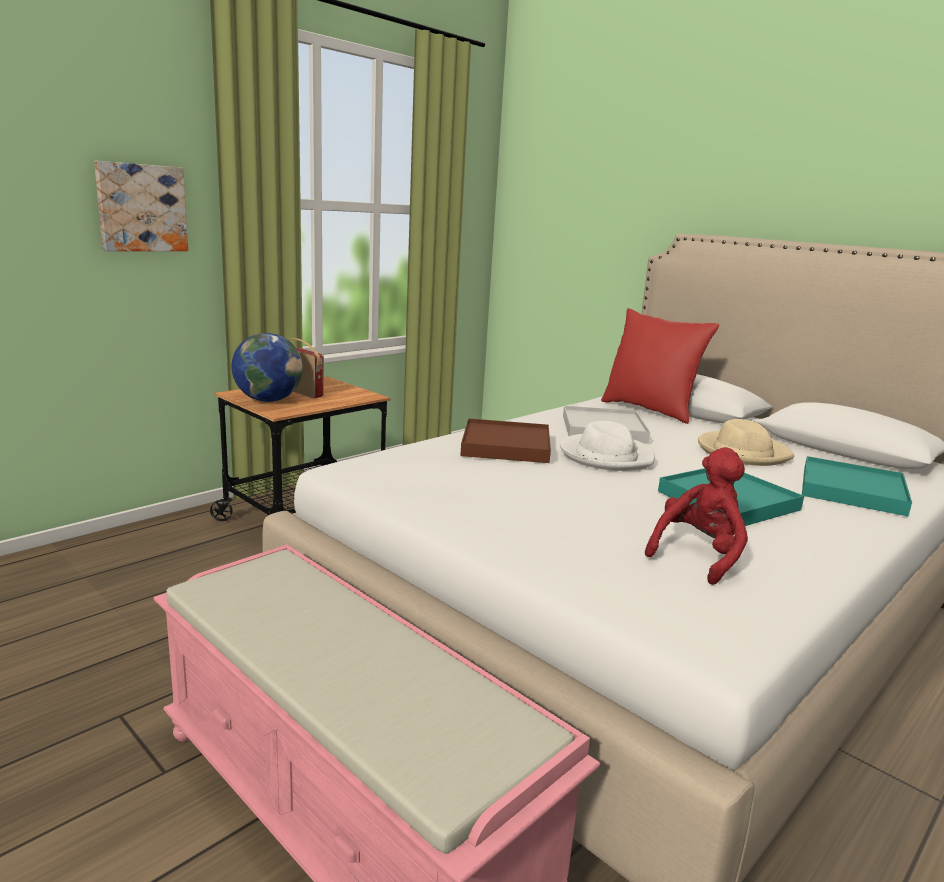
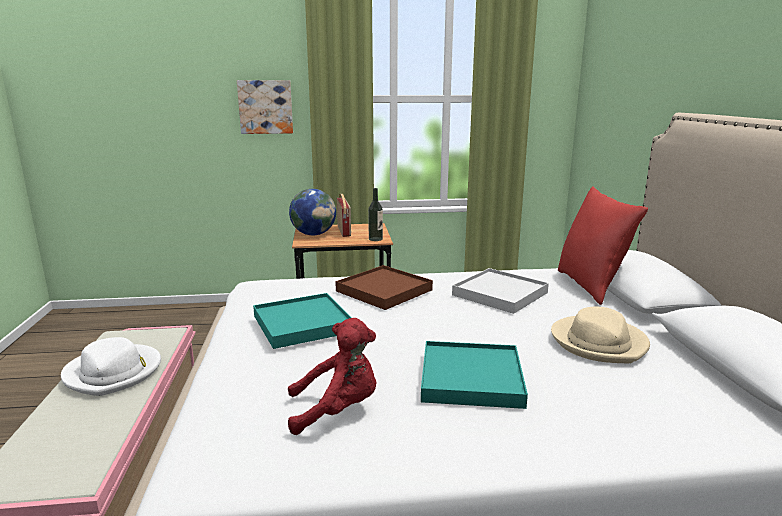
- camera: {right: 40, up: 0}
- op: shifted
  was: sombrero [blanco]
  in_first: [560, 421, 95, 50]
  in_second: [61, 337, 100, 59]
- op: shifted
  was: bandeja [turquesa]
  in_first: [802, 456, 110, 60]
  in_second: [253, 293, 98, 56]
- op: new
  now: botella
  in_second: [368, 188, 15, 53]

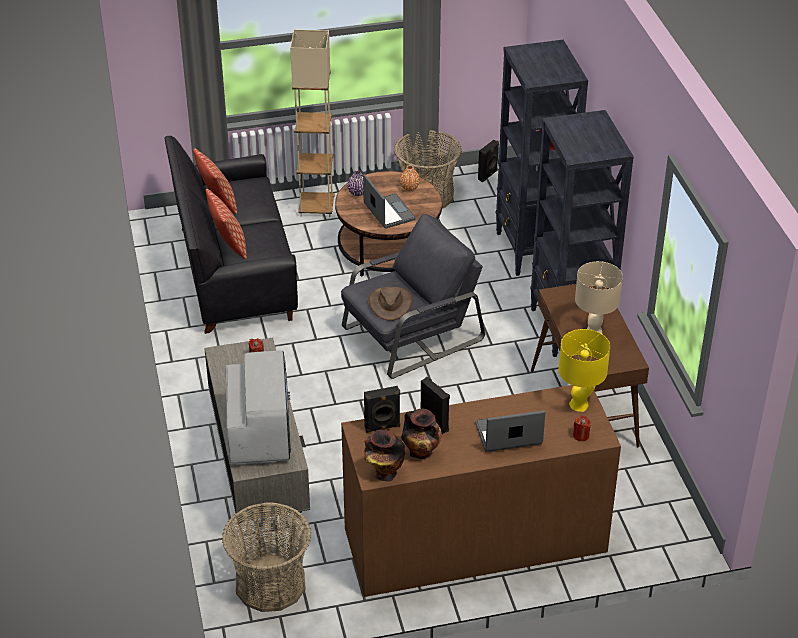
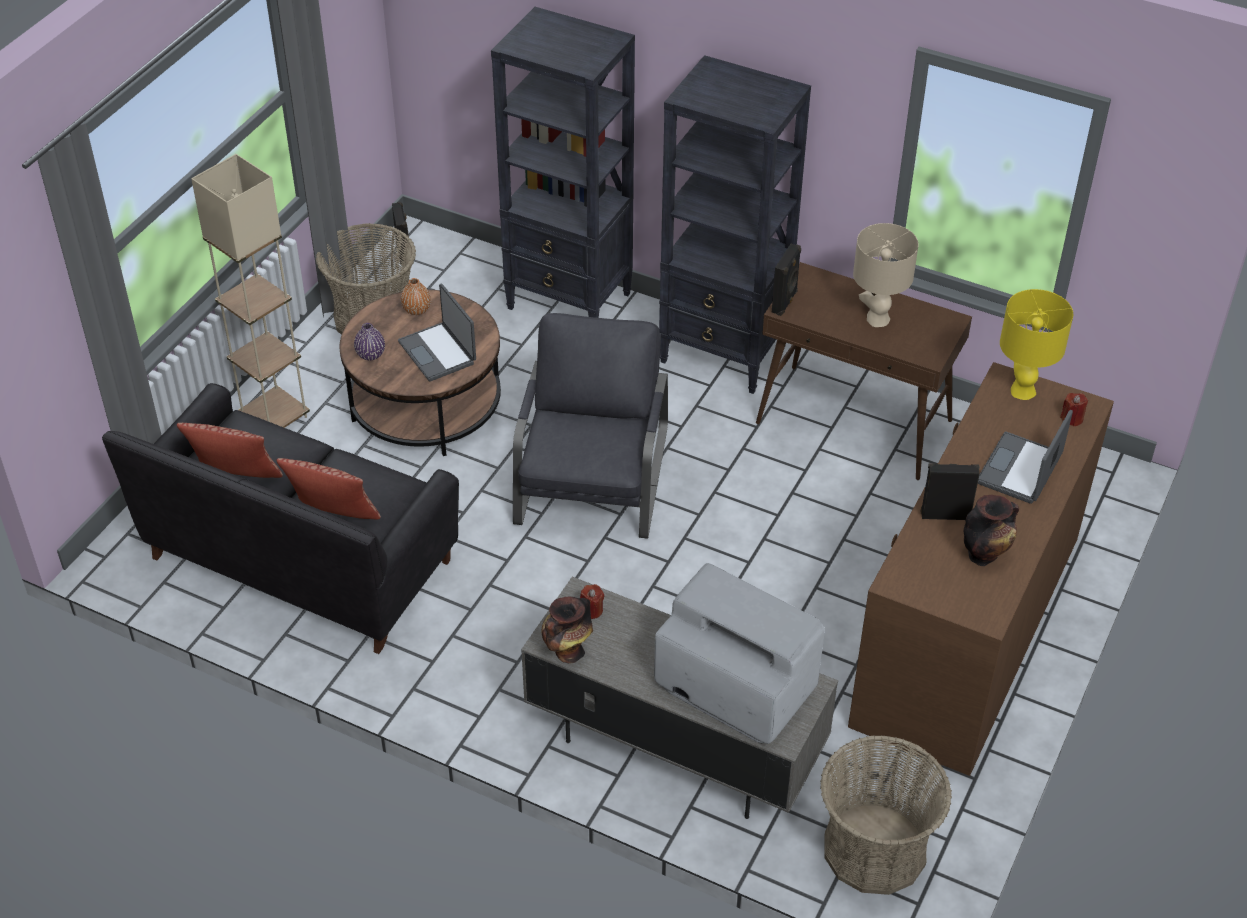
- camera: {right: -50, up: 5}
- op: rotated
  was: portátil
  in_first: [363, 174, 53, 55]
  in_second: [398, 284, 78, 97]
  clockwise: -135
- op: gone
  was: sombrero [marrón]
  in_first: [369, 287, 43, 34]
- op: shifted
  was: altavoz [negro]
  in_first: [364, 386, 36, 47]
  in_second: [772, 244, 29, 72]
- op: shifted
  was: florero
  in_first: [364, 430, 41, 51]
  in_second: [542, 596, 51, 68]

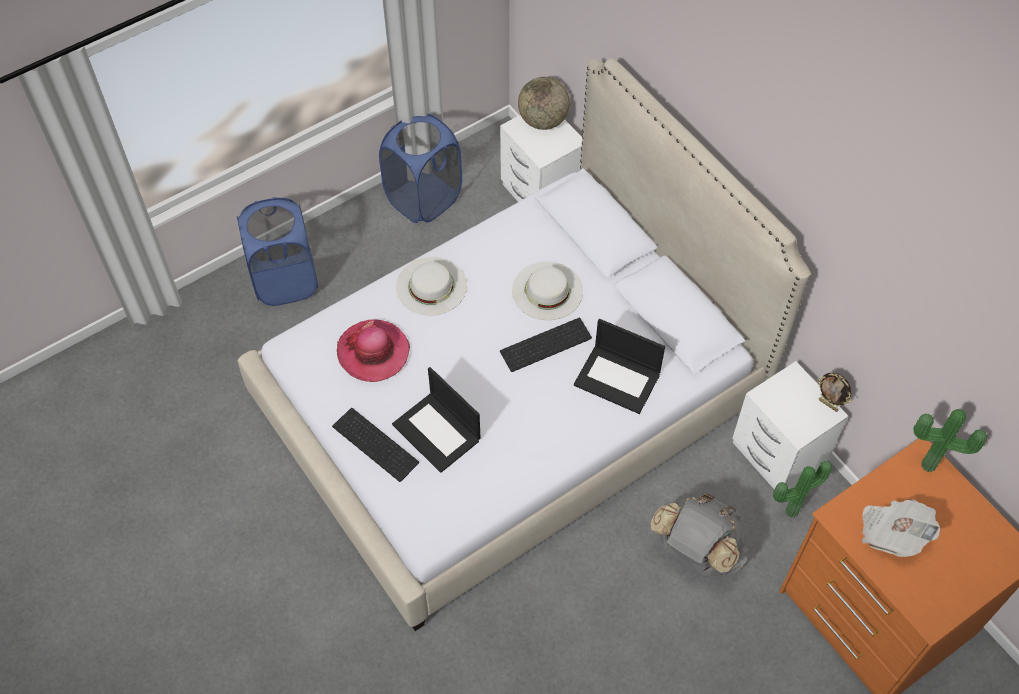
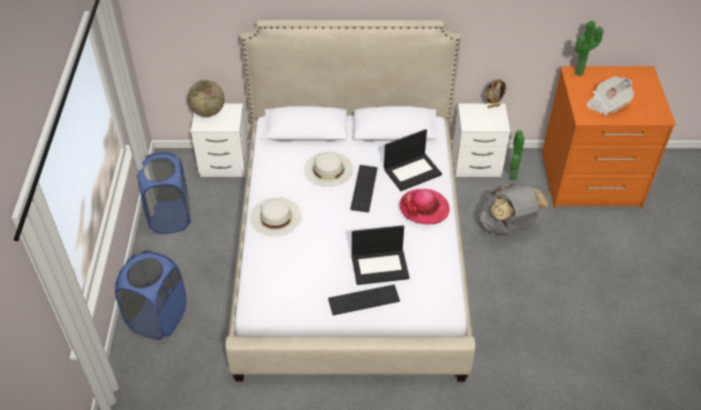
- camera: {right: -55, up: -10}
- op: shifted
  was: sombrero
  in_first: [337, 319, 73, 63]
  in_second: [400, 189, 50, 35]

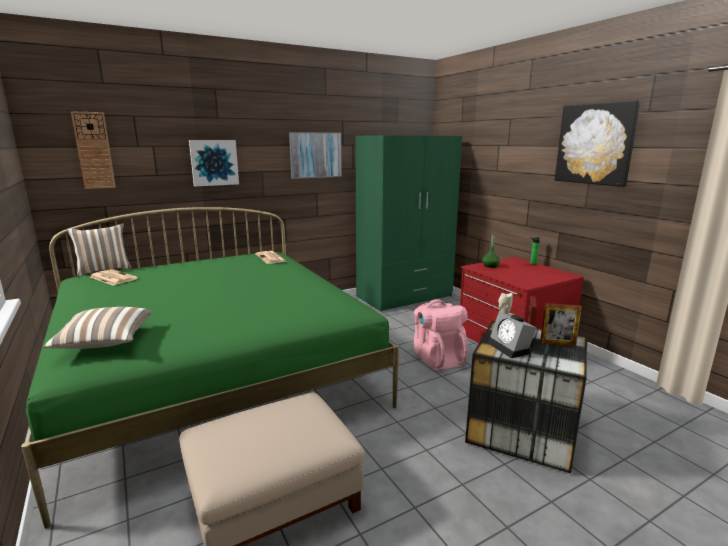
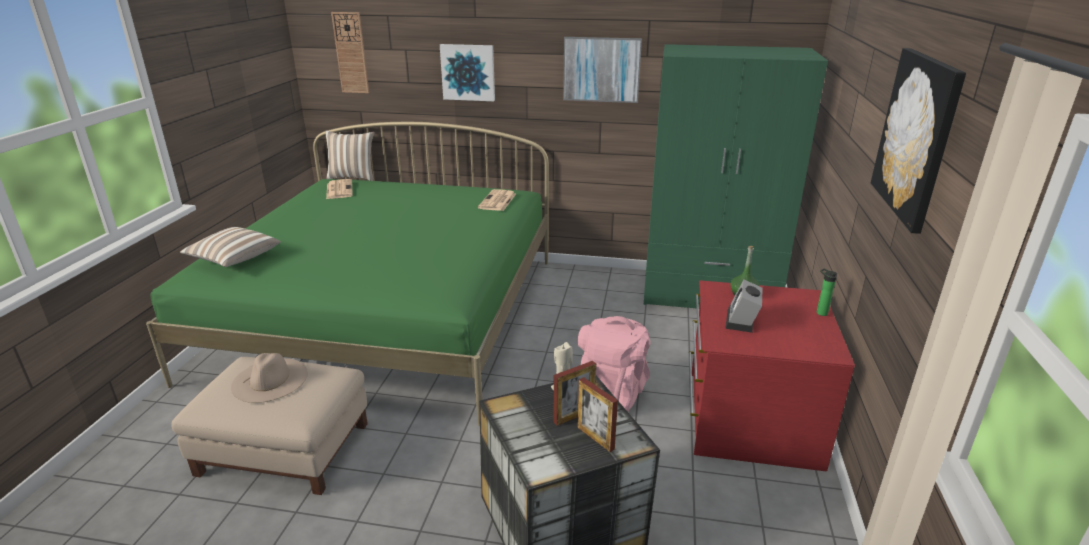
- camera: {right: 40, up: 10}
- op: shifted
  was: despertador
  in_first: [488, 312, 48, 46]
  in_second: [725, 280, 38, 53]
- op: new
  now: sombrero [beis]
  in_second: [231, 353, 77, 50]

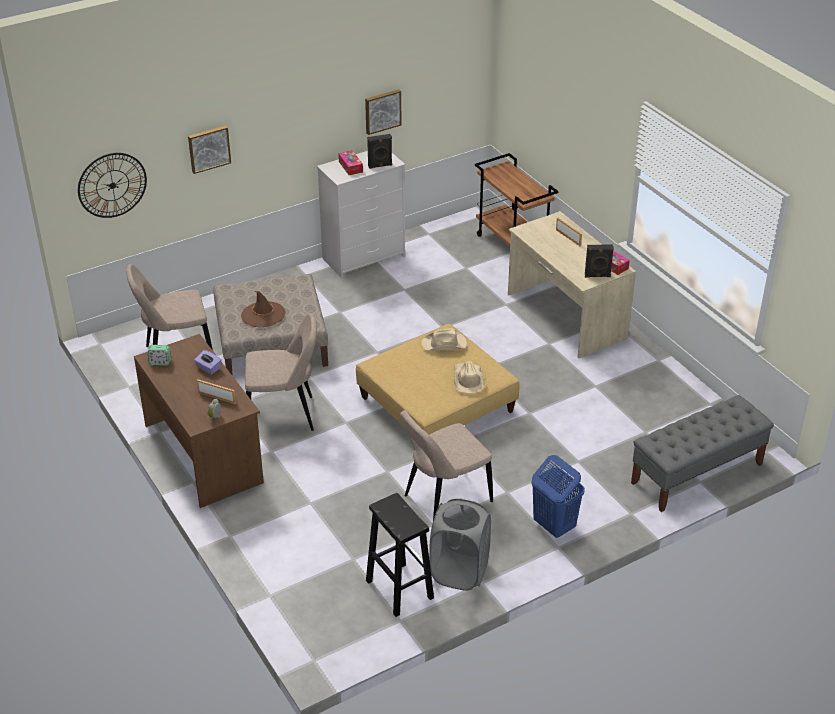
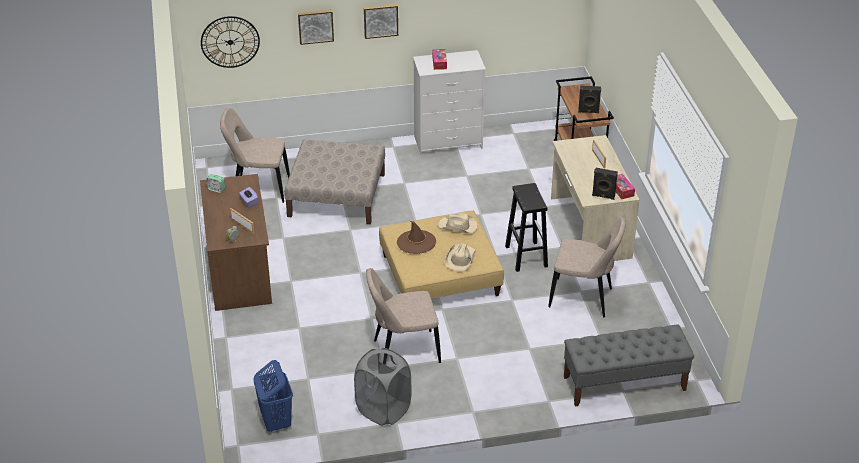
- camera: {right: 20, up: 0}
- op: shifted
  was: cuadro
  in_first: [365, 89, 36, 46]
  in_second: [364, 4, 34, 35]
- op: shifted
  was: altavoz [negro]
  in_first: [367, 134, 25, 35]
  in_second: [578, 86, 23, 27]
- op: shifted
  was: sombrero [marrón]
  in_first: [241, 291, 45, 36]
  in_second: [397, 221, 39, 33]
- op: shifted
  was: silla [beis]
  in_first: [245, 313, 72, 118]
  in_second: [548, 217, 78, 100]
- op: shifted
  was: cesto de la ropa [azul]
  in_first: [531, 455, 54, 83]
  in_second: [253, 360, 40, 72]
- op: shifted
  was: taburete [negro]
  in_first: [366, 493, 68, 124]
  in_second: [505, 183, 43, 89]

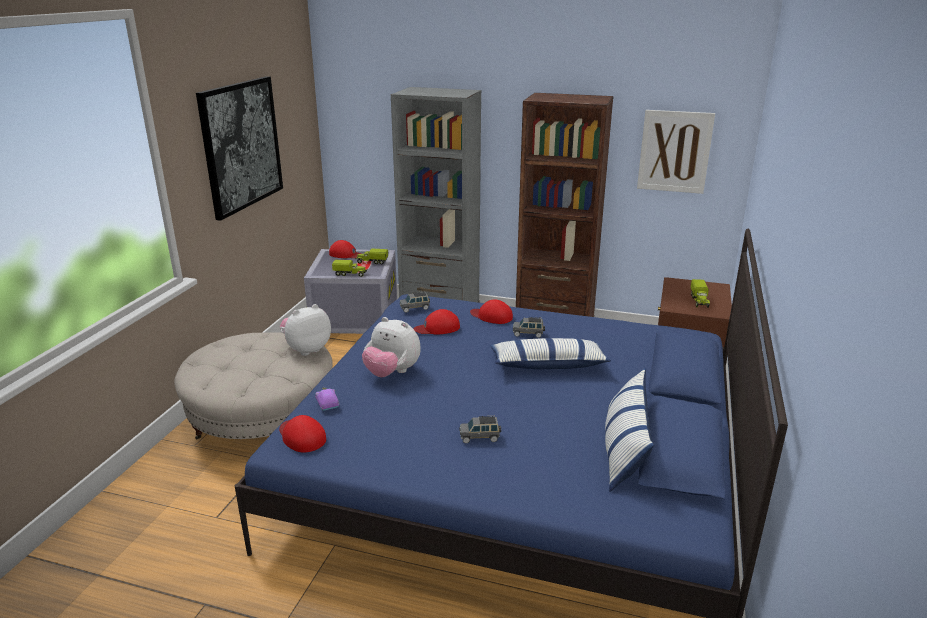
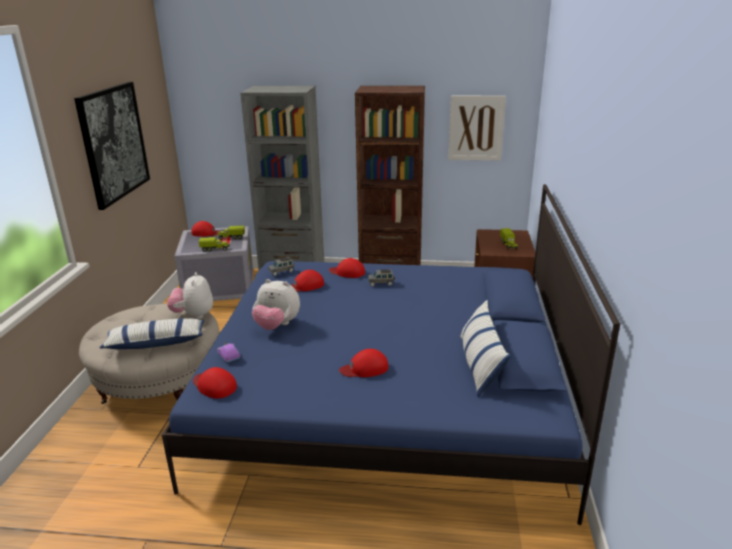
- camera: {right: -10, up: 0}
- op: rotated
  was: peluche
  in_first: [280, 304, 51, 52]
  in_second: [167, 272, 46, 47]
  clockwise: -45
- op: shifted
  was: cojín
  in_first: [491, 338, 120, 32]
  in_second: [99, 319, 105, 30]
- op: swapped
  was: coche de juguete [gris]
  now: gorra [rojo]
  in_first: [460, 416, 41, 27]
  in_second: [339, 349, 49, 28]

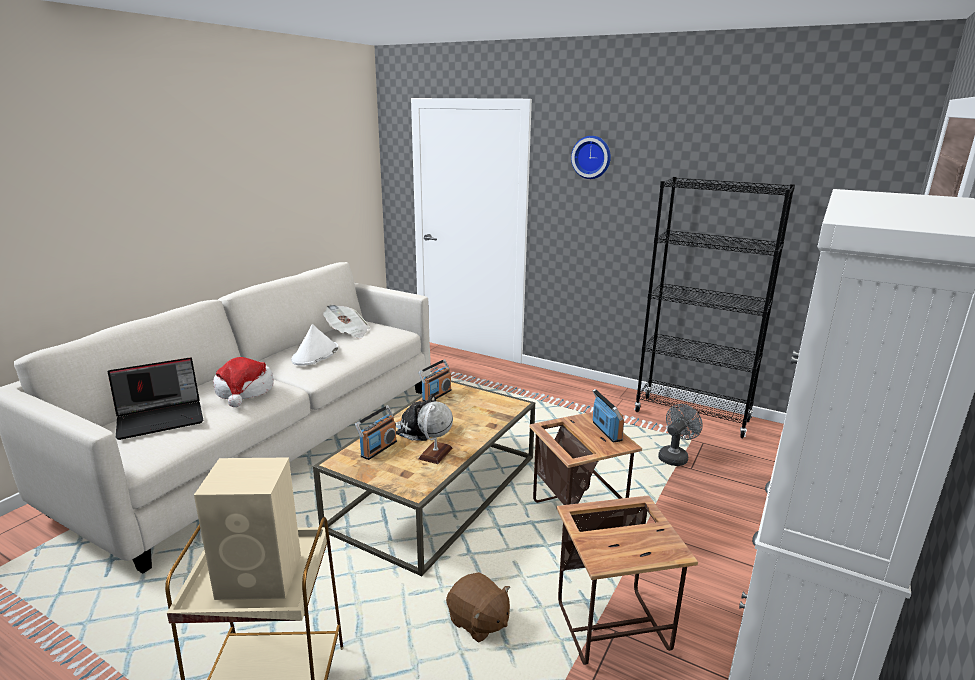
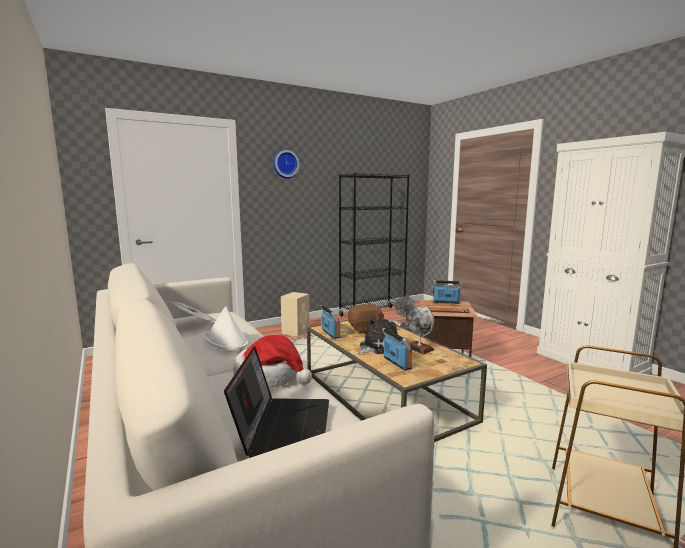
- camera: {right: -60, up: -10}
- op: shifted
  was: altavoz [beis]
  in_first: [194, 457, 107, 143]
  in_second: [281, 292, 29, 45]
- op: gone
  was: mesa auxiliar
  in_first: [557, 495, 141, 170]
- op: shifted
  was: peluche [marrón]
  in_first: [446, 572, 64, 71]
  in_second: [348, 304, 36, 30]

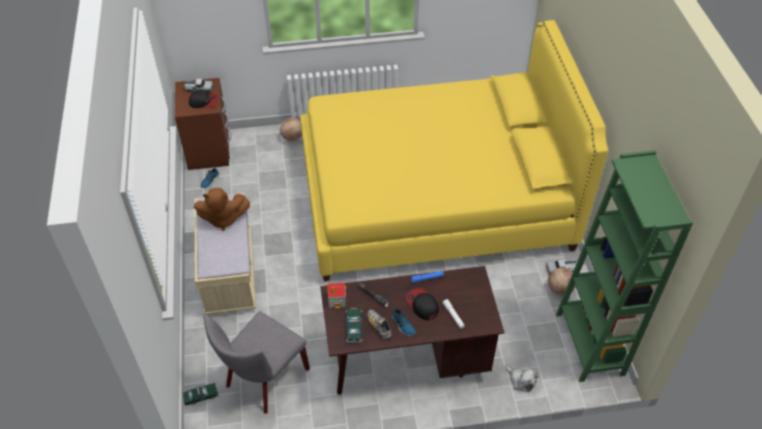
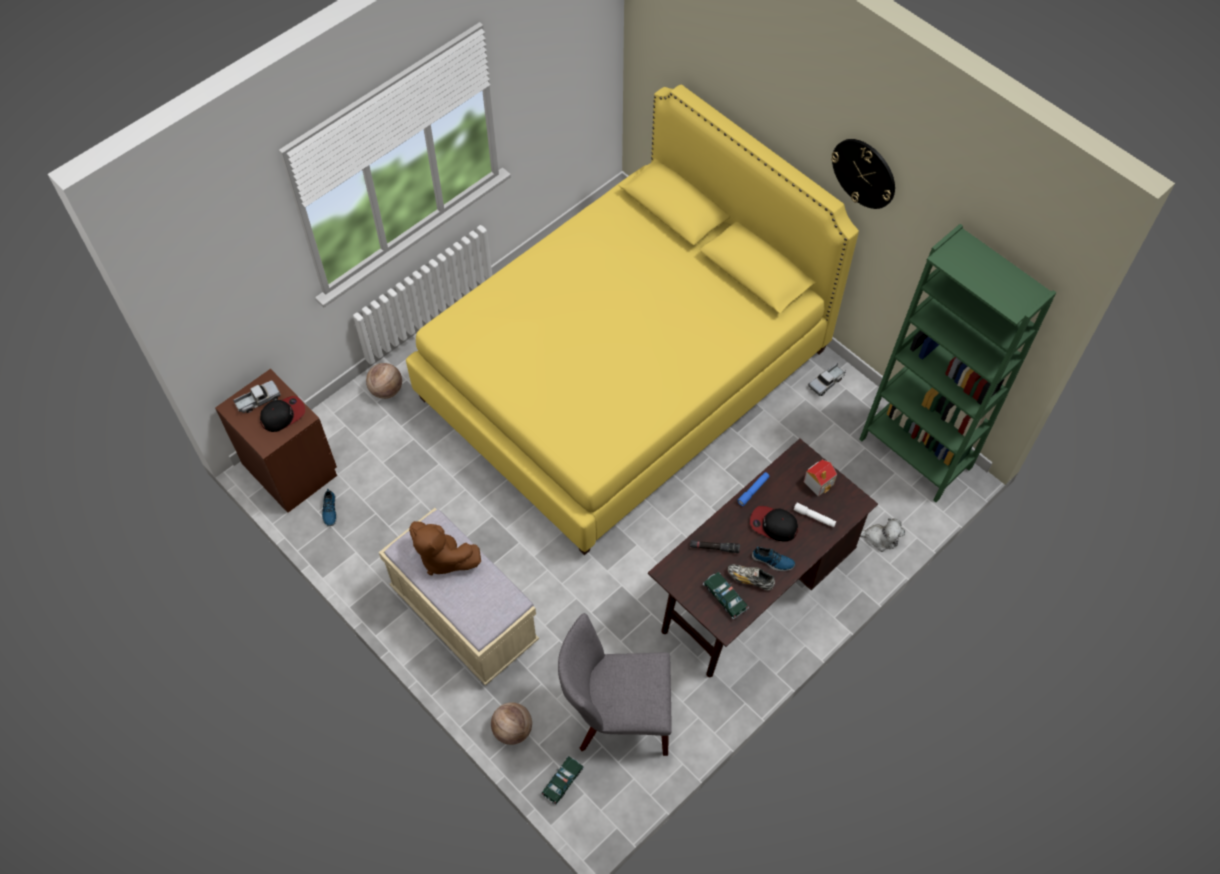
- camera: {right: -35, up: 10}
- op: rotated
  was: peluche [marrón]
  in_first: [194, 188, 56, 43]
  in_second: [409, 521, 72, 55]
  clockwise: 75
- op: shifted
  was: balón de baloncesto
  in_first: [548, 268, 28, 28]
  in_second: [491, 702, 41, 43]
- op: shifted
  was: casita
  in_first: [328, 283, 18, 25]
  in_second: [804, 460, 33, 37]
- op: rotated
  was: silla [gris]
  in_first: [204, 311, 106, 103]
  in_second: [558, 613, 114, 143]
  clockwise: 90
- op: new
  now: reloj de pared
  in_second: [831, 139, 64, 70]

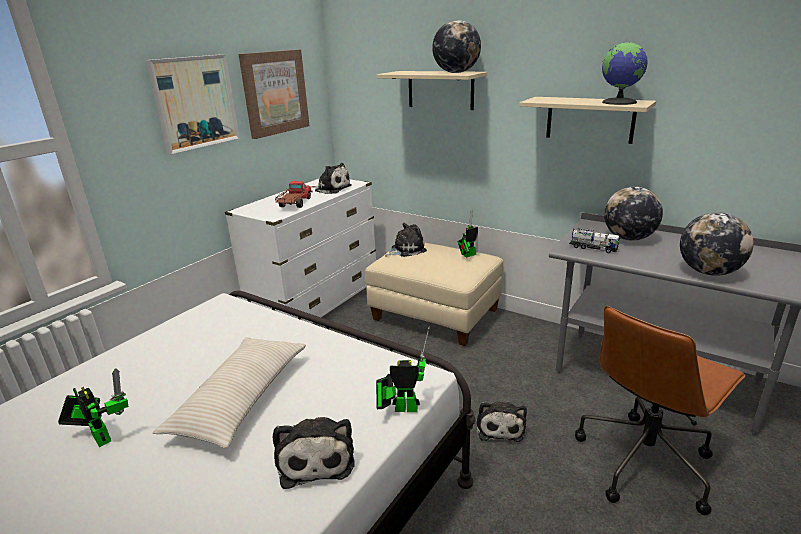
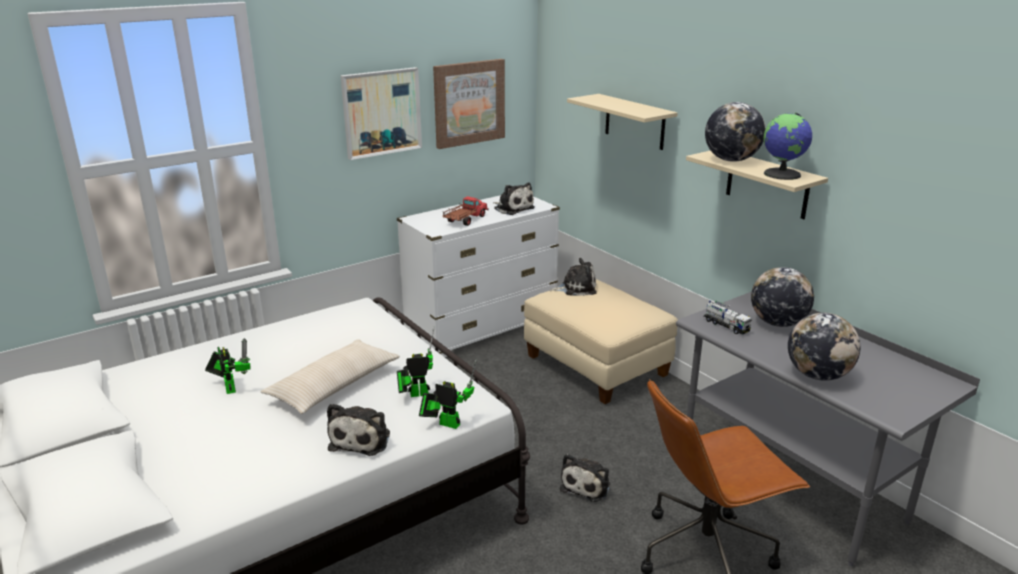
- camera: {right: 20, up: 0}
- op: shifted
  was: globo terráqueo
  in_first: [432, 20, 49, 53]
  in_second: [705, 102, 60, 60]
- op: shifted
  was: robot de juguete
  in_first: [457, 209, 21, 48]
  in_second: [397, 327, 37, 70]

